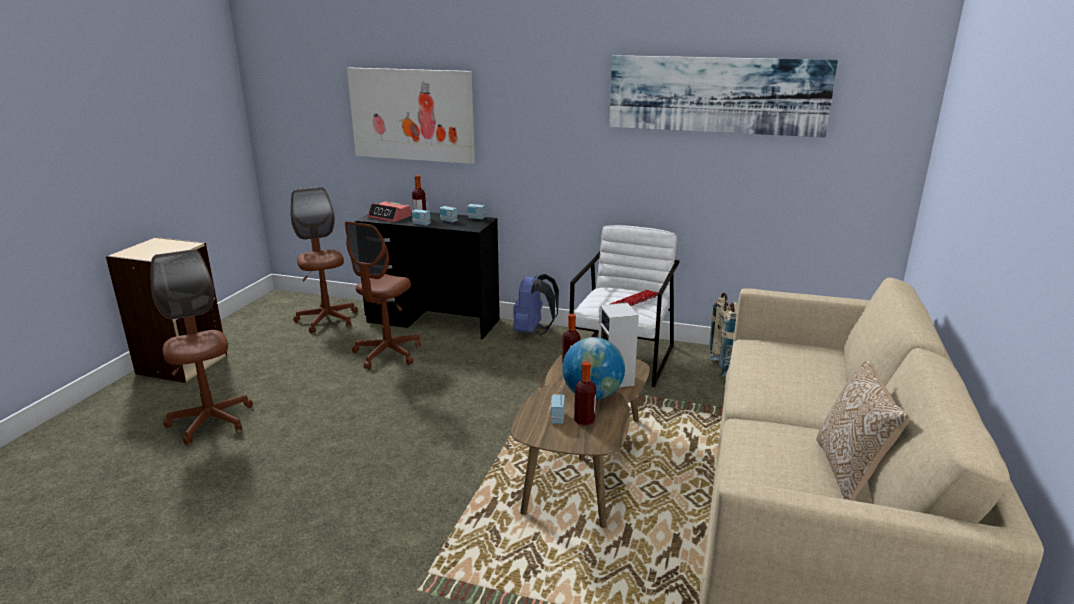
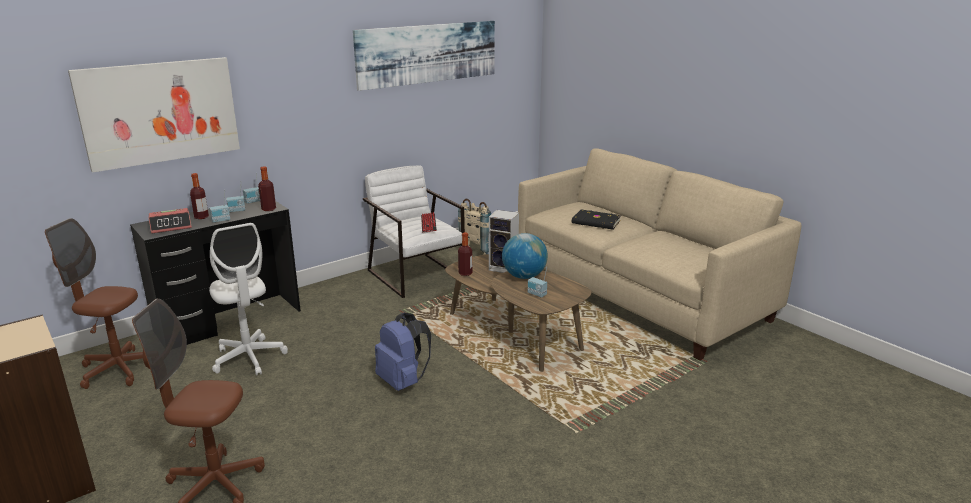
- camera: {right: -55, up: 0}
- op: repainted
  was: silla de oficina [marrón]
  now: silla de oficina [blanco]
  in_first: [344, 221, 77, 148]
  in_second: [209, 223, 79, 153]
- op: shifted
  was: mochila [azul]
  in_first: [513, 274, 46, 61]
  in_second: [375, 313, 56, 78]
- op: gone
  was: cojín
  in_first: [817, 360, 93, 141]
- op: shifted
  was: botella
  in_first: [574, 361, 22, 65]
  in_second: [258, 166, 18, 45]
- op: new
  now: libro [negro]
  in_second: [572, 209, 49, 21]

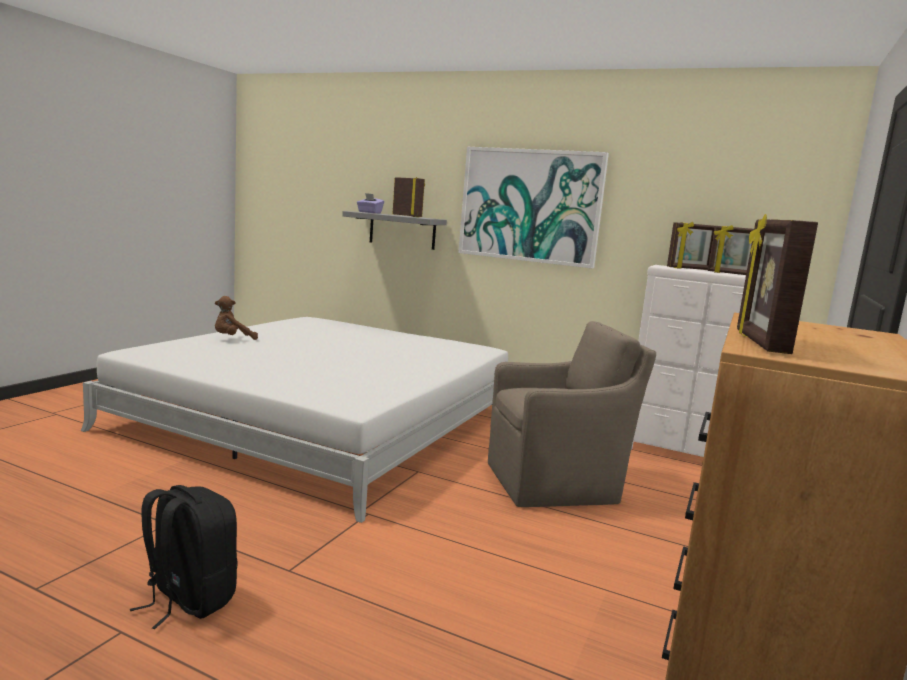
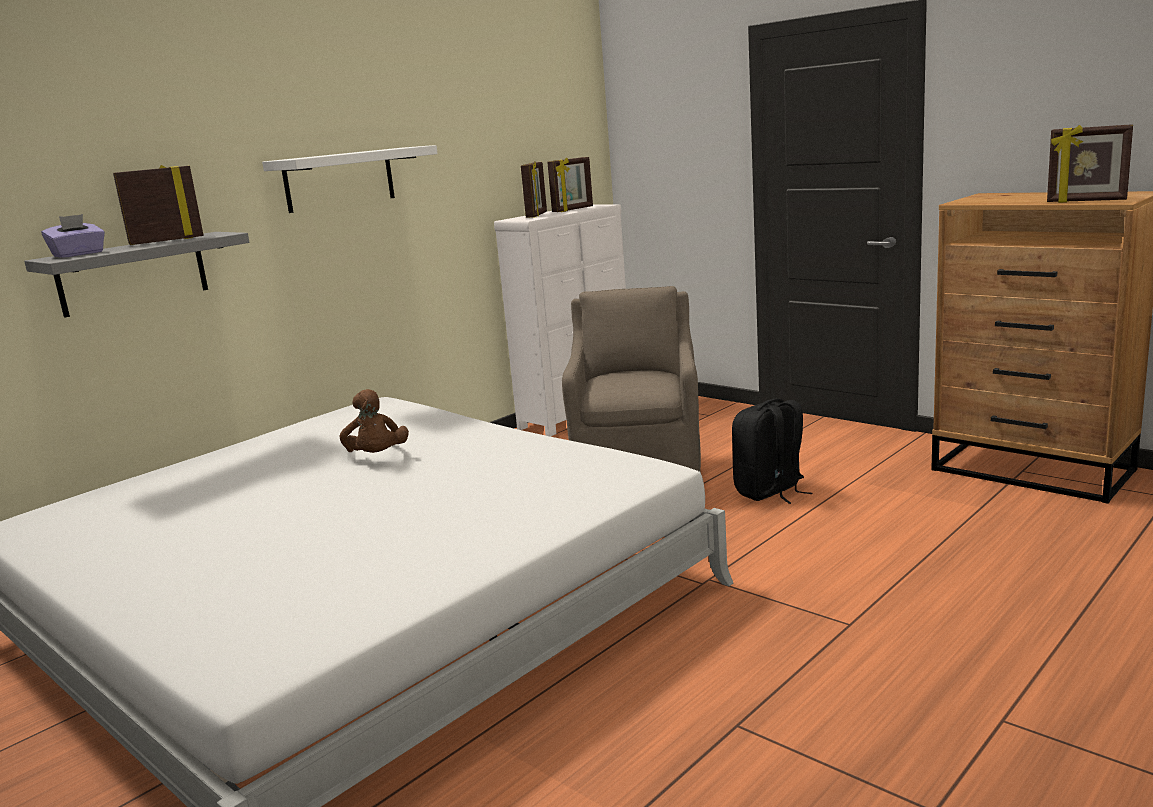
- camera: {right: -70, up: 5}
- op: swapped
  was: cuadro
  now: estante [blanco]
  in_first: [458, 147, 151, 122]
  in_second: [262, 145, 176, 68]
- op: shifted
  was: peluche [marrón]
  in_first: [215, 296, 43, 44]
  in_second: [340, 389, 69, 64]
- op: shifted
  was: mochila [negro]
  in_first: [130, 485, 108, 144]
  in_second: [732, 399, 81, 105]

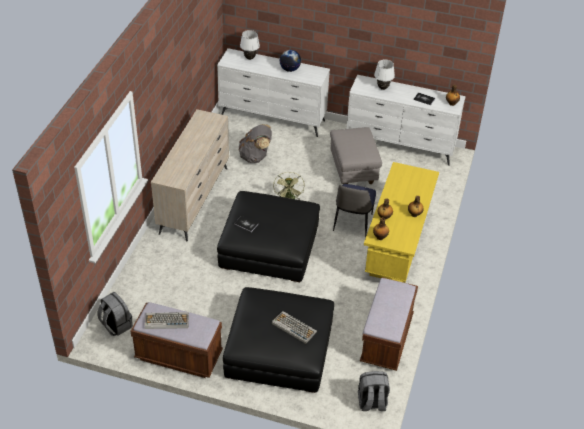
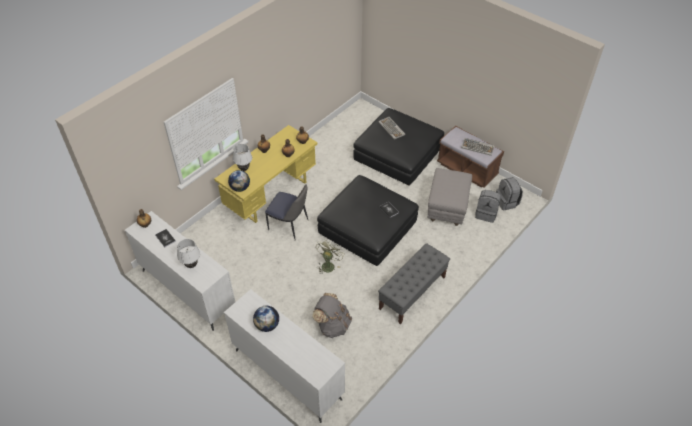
- camera: {right: -155, up: 5}
- op: shifted
  was: lámpara de mesa [blanco]
  in_first: [240, 30, 20, 30]
  in_second: [233, 144, 19, 27]
- op: swapped
  was: cómoda [beis]
  now: banco [gris]
  in_first: [151, 109, 78, 132]
  in_second: [378, 243, 72, 82]
- op: shifted
  was: puf [gris]
  in_first: [330, 127, 52, 57]
  in_second: [427, 168, 45, 58]
- op: rotated
  was: silla
  in_first: [333, 184, 43, 54]
  in_second: [265, 185, 43, 56]
  clockwise: 75
- op: gone
  was: banco [marrón]
  in_first: [360, 277, 58, 94]
- op: shifted
  was: mochila [gris]
  in_first: [358, 371, 32, 40]
  in_second: [475, 190, 26, 33]
- op: new
  now: globo terráqueo
  in_second: [228, 170, 22, 22]

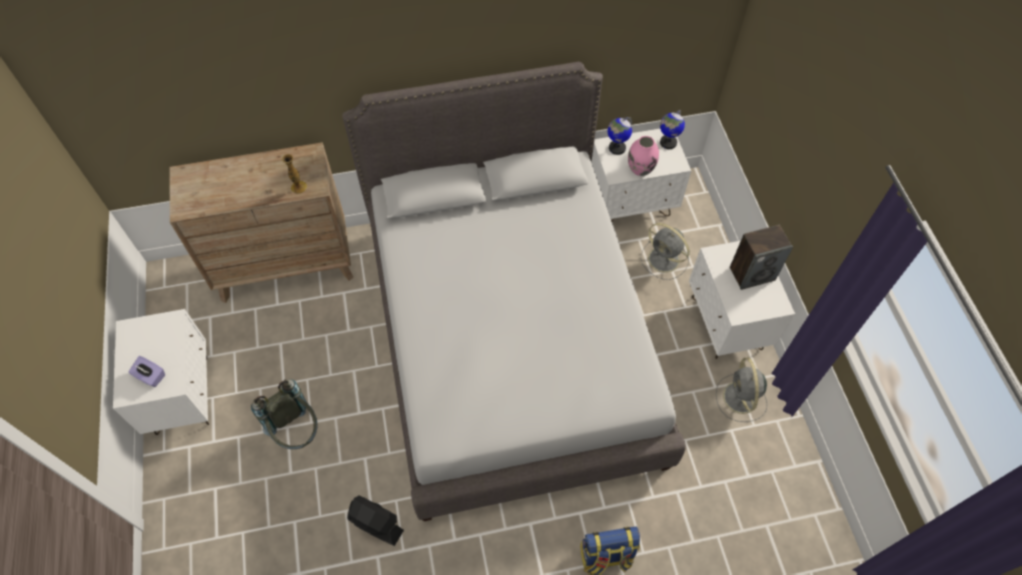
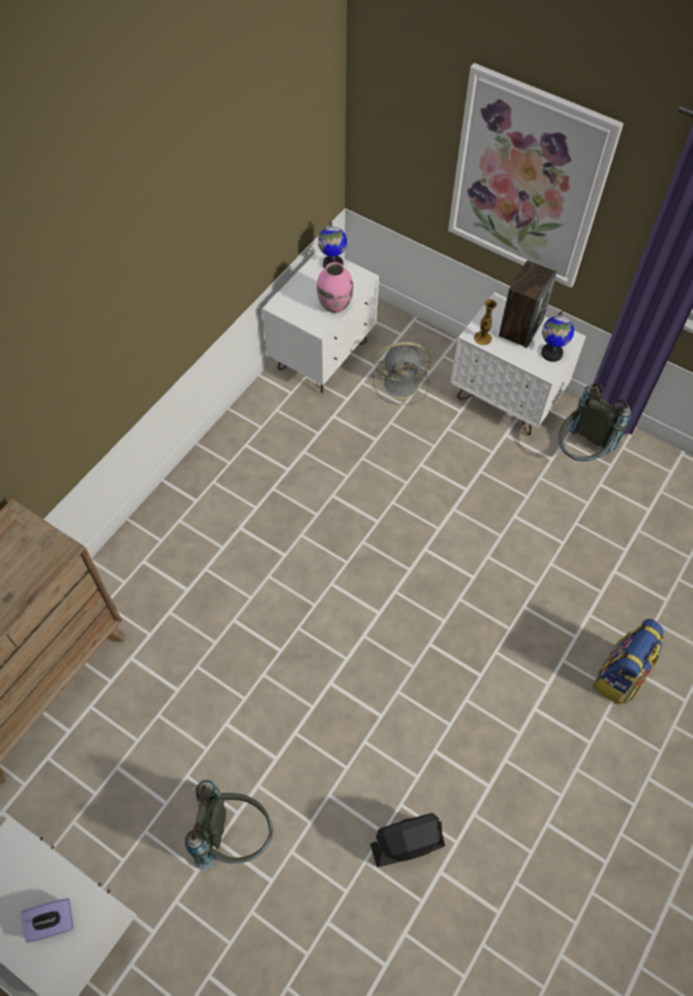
- camera: {right: -45, up: 0}
- op: gone
  was: cama [gris]
  in_first: [342, 62, 344, 459]
- op: shifted
  was: globo terráqueo
  in_first: [607, 117, 25, 38]
  in_second: [541, 311, 33, 51]
- op: shifted
  was: florero
  in_first: [282, 154, 25, 40]
  in_second: [474, 299, 23, 46]
- op: swapped
  was: ventilador [gris]
  now: mochila [gris]
  in_first: [716, 358, 51, 64]
  in_second: [558, 383, 74, 78]
- op: new
  now: cuadro
  in_second: [448, 63, 176, 225]

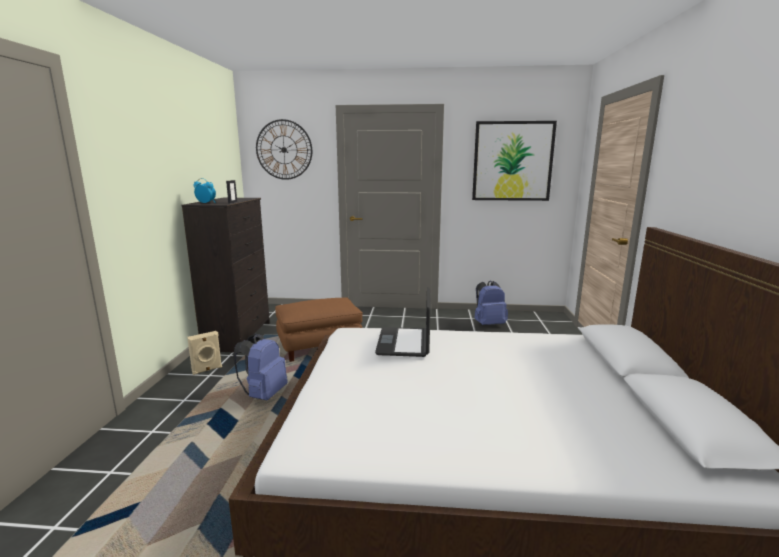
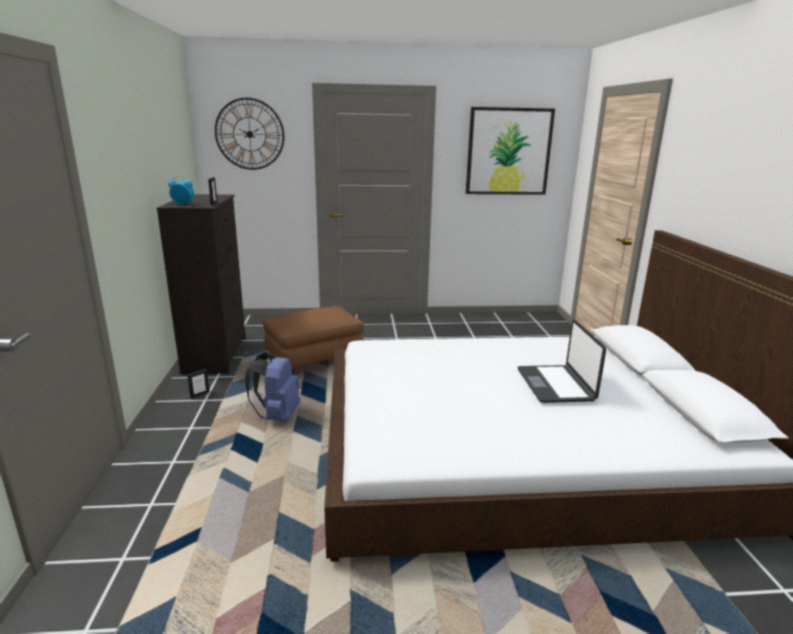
- camera: {right: -10, up: 5}
- op: gone
  was: mochila [azul]
  in_first: [474, 281, 34, 44]
- op: shifted
  was: portátil
  in_first: [375, 287, 56, 70]
  in_second: [518, 319, 88, 84]
- op: swapped
  was: altavoz [beis]
  now: portarretratos
  in_first: [187, 331, 35, 44]
  in_second: [187, 369, 22, 30]

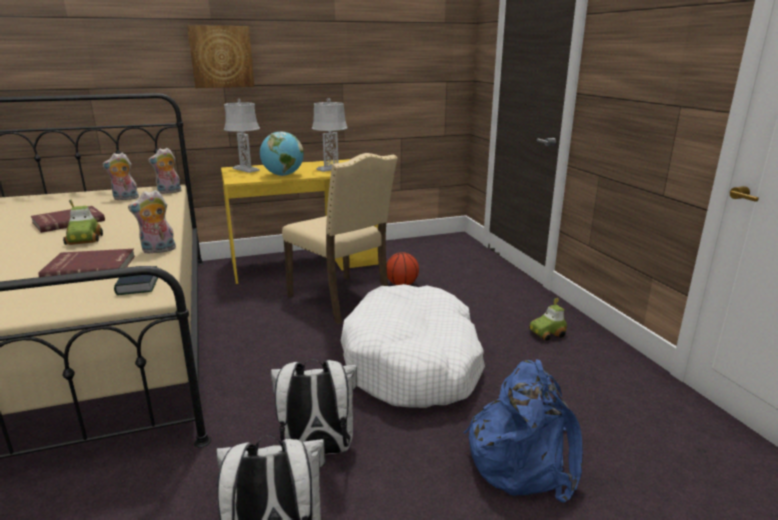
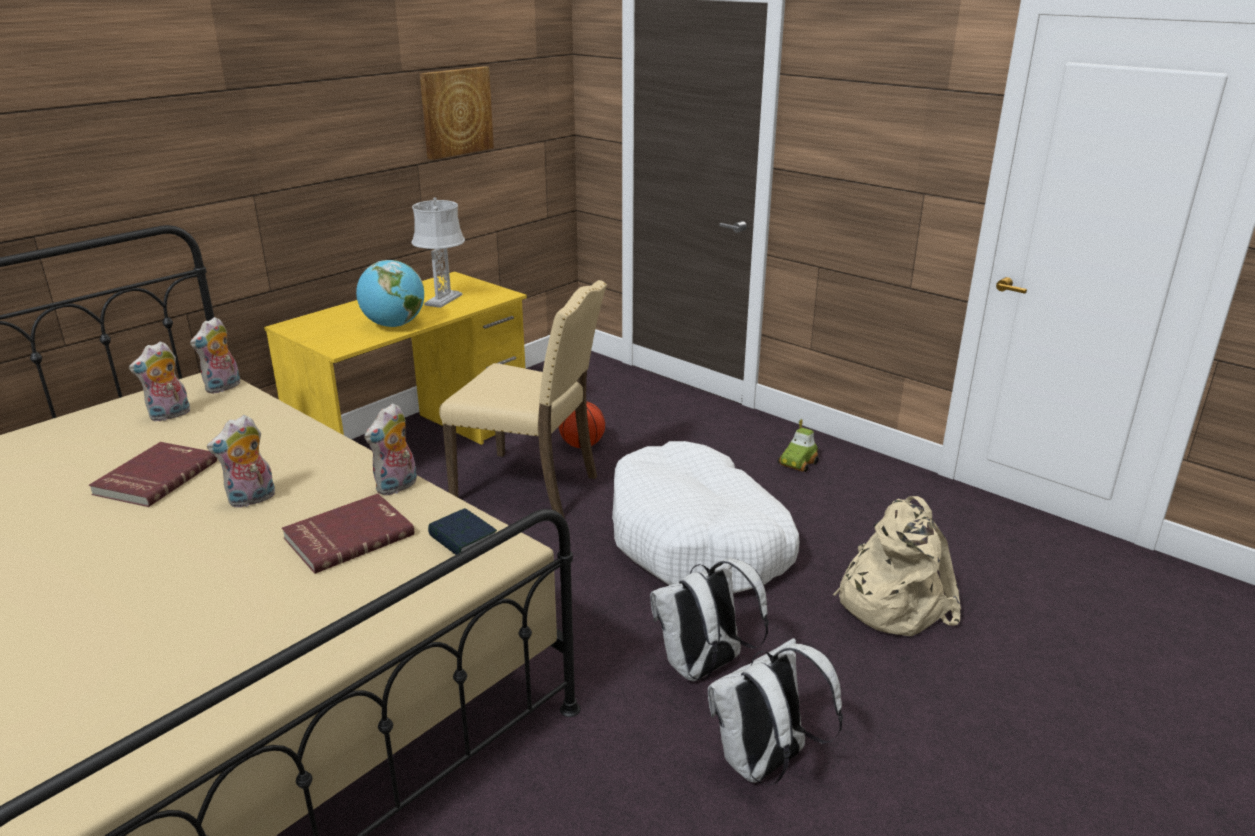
- camera: {right: -30, up: 5}
- op: shifted
  was: cuadro
  in_first: [187, 25, 67, 63]
  in_second: [420, 66, 74, 94]
- op: gone
  was: lámpara de mesa [gris]
  in_first: [224, 99, 36, 74]
- op: swapped
  was: coche de juguete
  now: peluche
  in_first: [63, 199, 40, 46]
  in_second: [207, 415, 68, 93]
- op: repainted
  was: mochila [azul]
  now: mochila [beis]
  in_first: [463, 359, 120, 144]
  in_second: [833, 496, 128, 140]

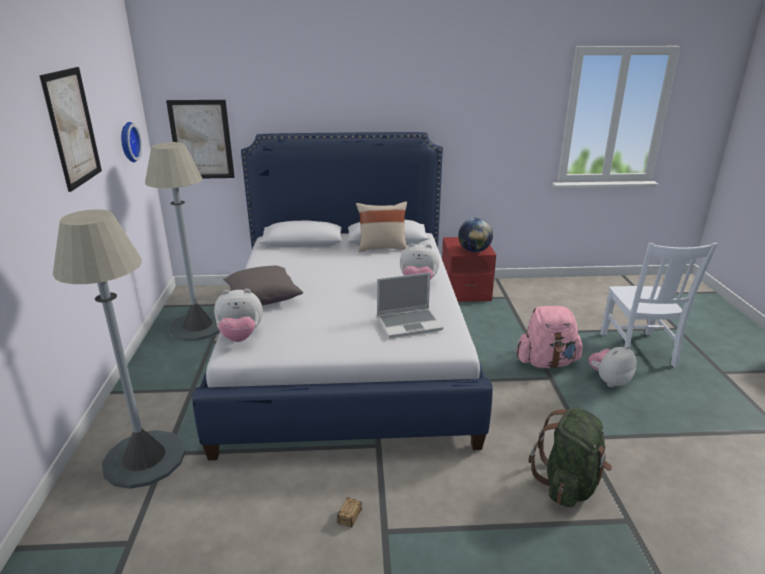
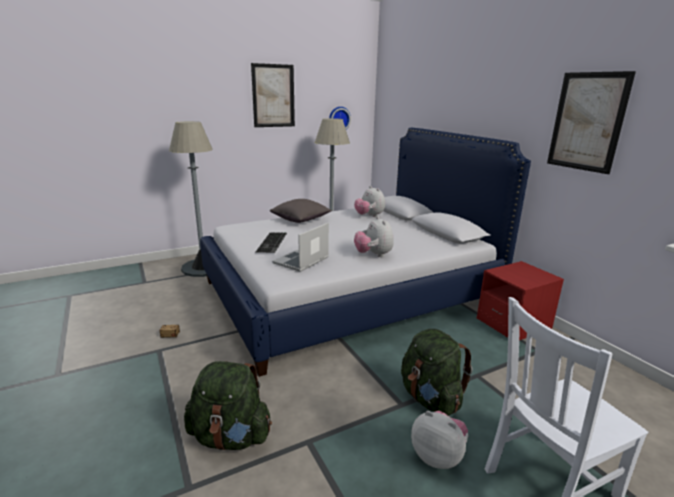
- camera: {right: 65, up: -5}
- op: shifted
  was: cuadro
  in_first: [166, 100, 69, 78]
  in_second: [547, 71, 89, 103]
- op: gone
  was: cojín [beis]
  in_first: [356, 201, 51, 51]
- op: gone
  was: globo terráqueo
  in_first: [458, 218, 35, 34]
- op: rotated
  was: portátil
  in_first: [377, 272, 66, 66]
  in_second: [272, 223, 57, 49]
  clockwise: 75
- op: shifted
  was: peluche
  in_first: [214, 289, 49, 53]
  in_second: [354, 186, 31, 31]
- op: repainted
  was: mochila [rosa]
  now: mochila [verde]
  in_first: [516, 306, 67, 62]
  in_second: [401, 329, 72, 87]
- op: new
  now: teclado
  in_second: [256, 233, 31, 20]

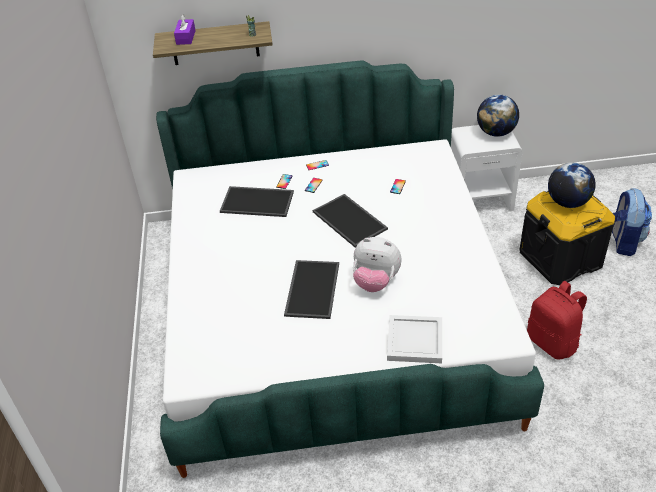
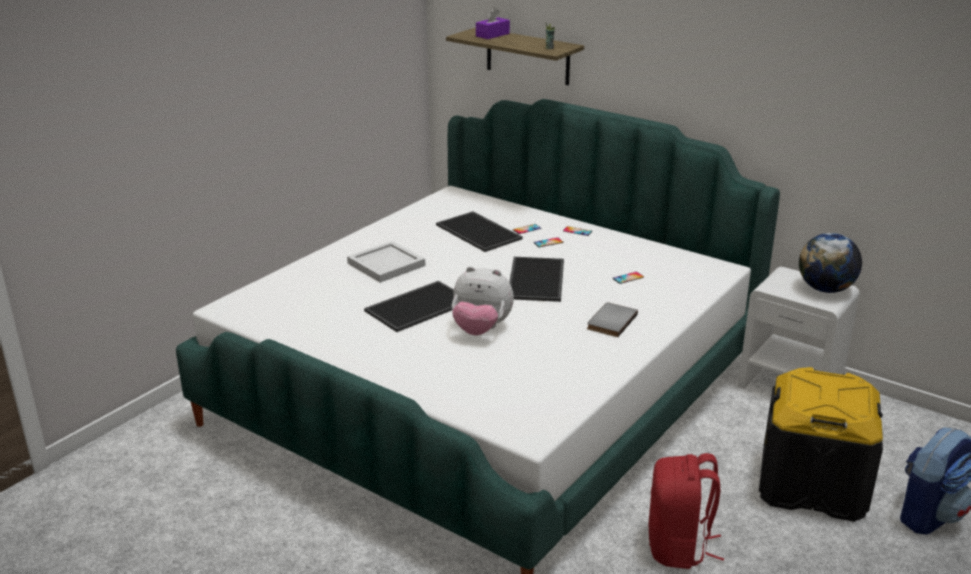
- camera: {right: 40, up: -15}
- op: gone
  was: globo terráqueo
  in_first: [548, 162, 48, 46]
- op: rotated
  was: peluche
  in_first: [353, 237, 49, 55]
  in_second: [452, 266, 62, 69]
  clockwise: -45
- op: shifted
  was: bandeja [blanco]
  in_first: [387, 315, 55, 48]
  in_second: [347, 241, 78, 42]
- op: new
  now: libro [gris]
  in_second: [587, 302, 51, 35]

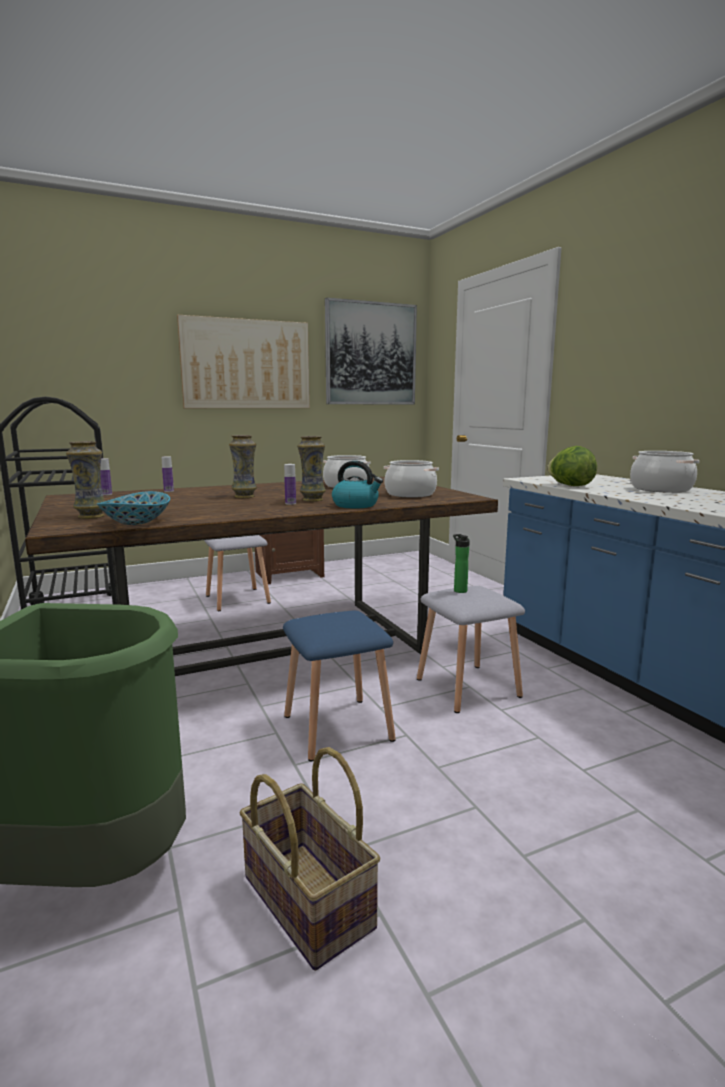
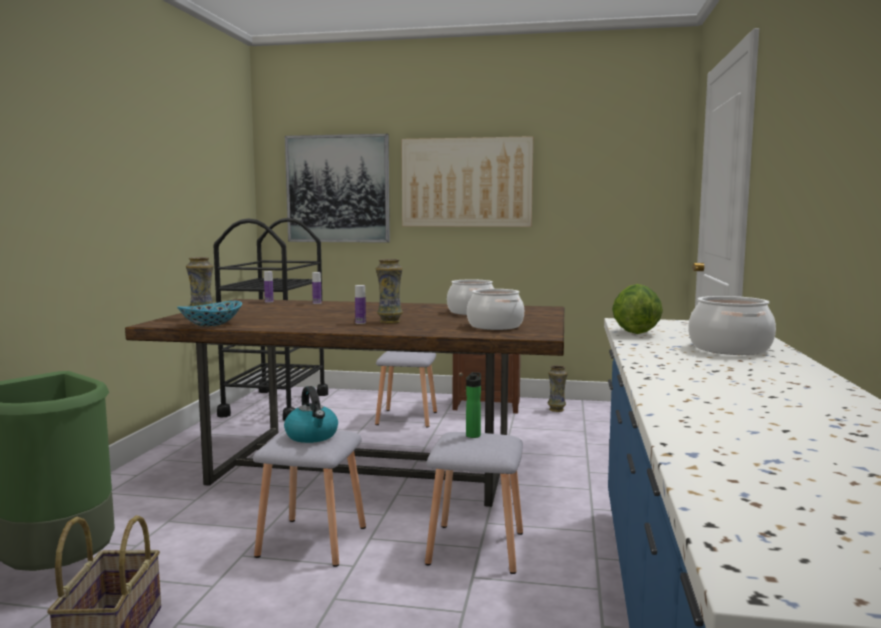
- camera: {right: 35, up: -5}
- op: shifted
  was: cuadro
  in_first: [325, 298, 92, 106]
  in_second: [285, 134, 105, 109]
- op: shifted
  was: florero
  in_first: [229, 435, 28, 63]
  in_second: [548, 365, 20, 47]
- op: shifted
  was: hervidor
  in_first: [332, 461, 51, 48]
  in_second: [284, 386, 54, 57]
- op: repainted
  was: taburete [azul]
  now: taburete [gris]
  in_first: [283, 611, 113, 151]
  in_second: [253, 430, 113, 137]

